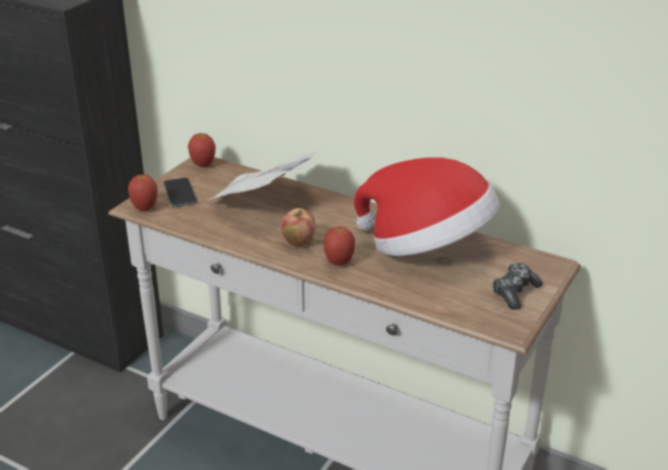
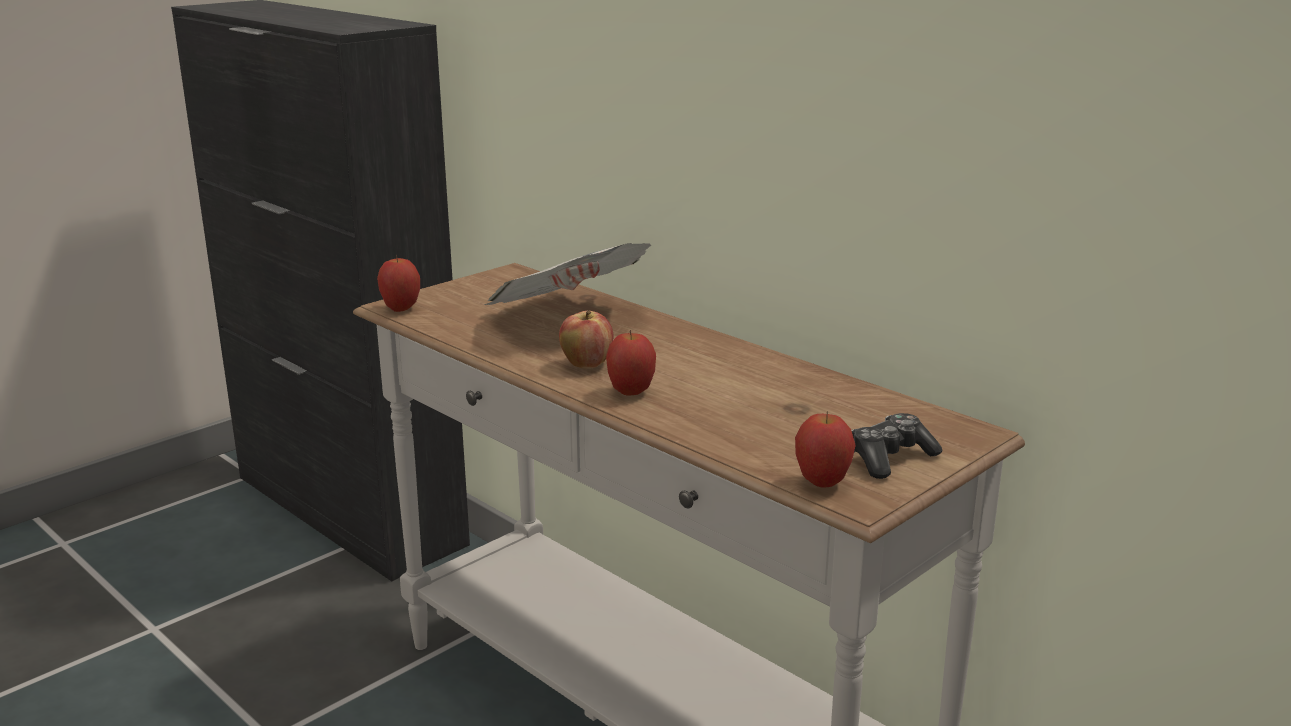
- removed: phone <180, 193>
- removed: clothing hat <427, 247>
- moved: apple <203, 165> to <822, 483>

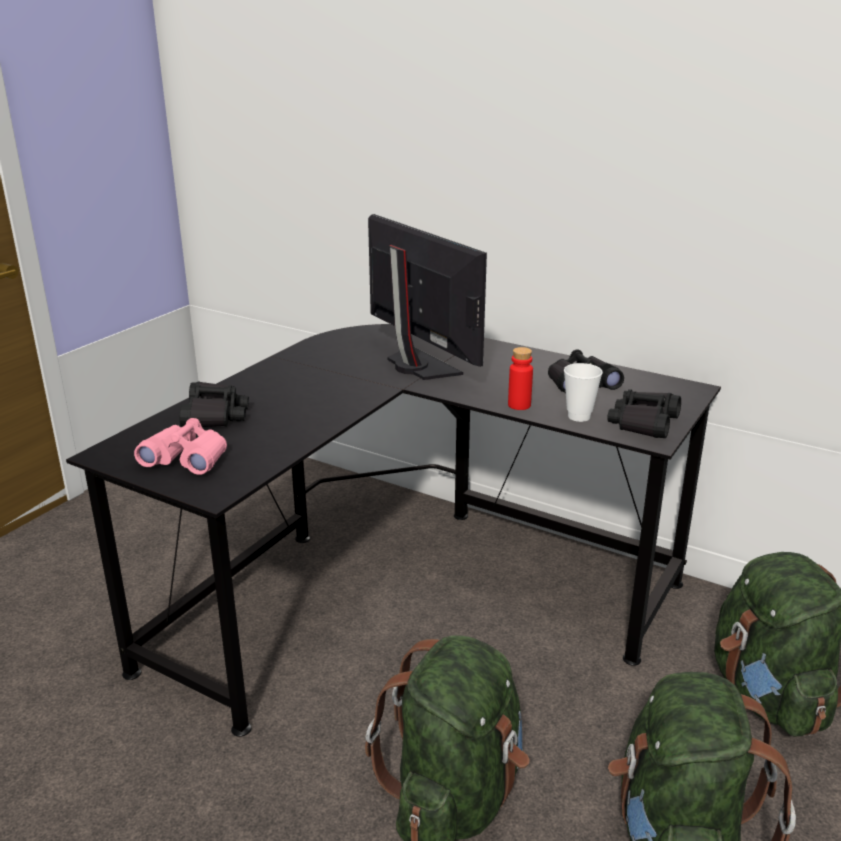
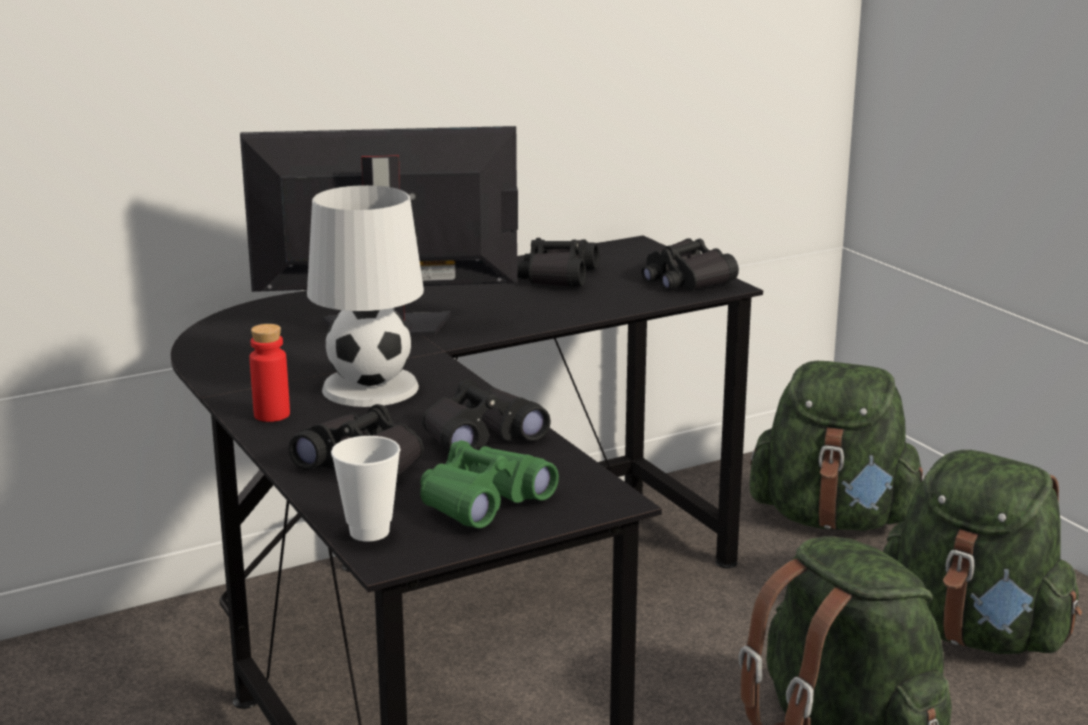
- added: white table lamp <369, 388>
- added: blackish field glasses <480, 436>
- moved: reddish beverage bottle <519, 405> to <272, 415>
- moved: cup <579, 416> to <369, 532>
- recoloured: pink field glasses <187, 458> to green-coloured field glasses <482, 501>

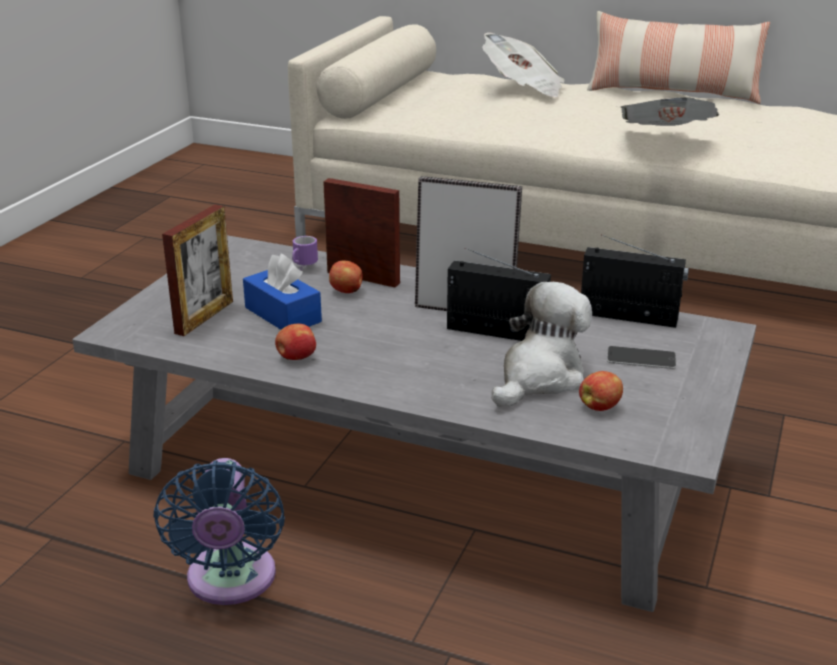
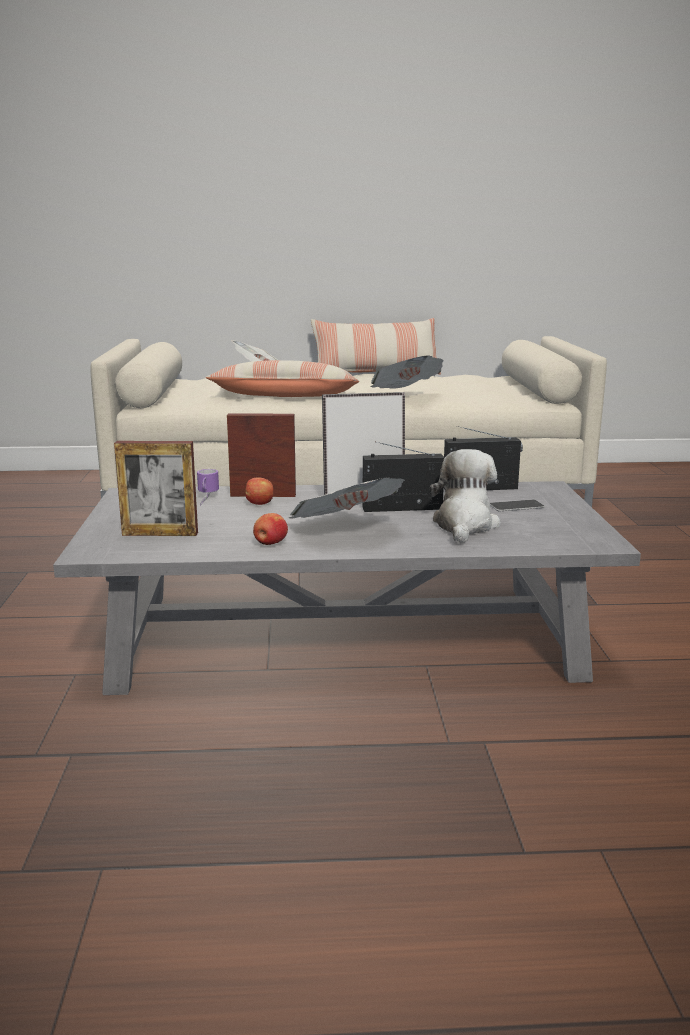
- removed: bluish cooling fan <230, 582>
- removed: bluish tissue holder <283, 315>
- removed: apple <600, 407>
- added: pillow <285, 397>
- added: printed paper <345, 530>
- turned: photo frame <204, 317> = <160, 534> 90 degrees clockwise

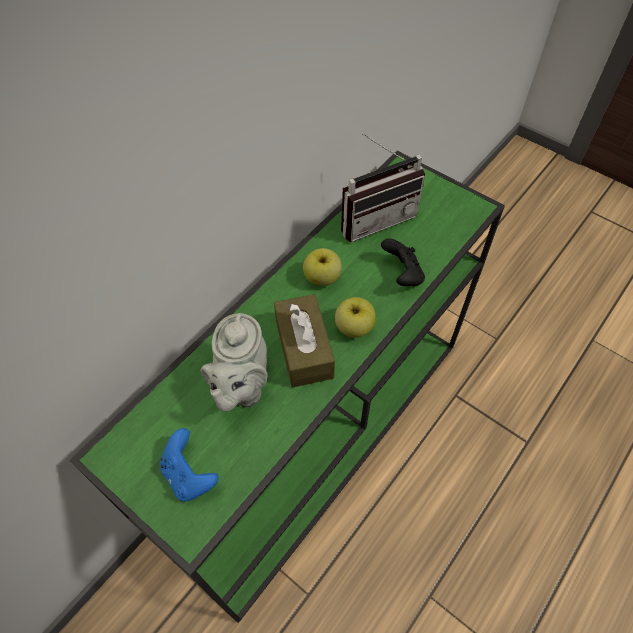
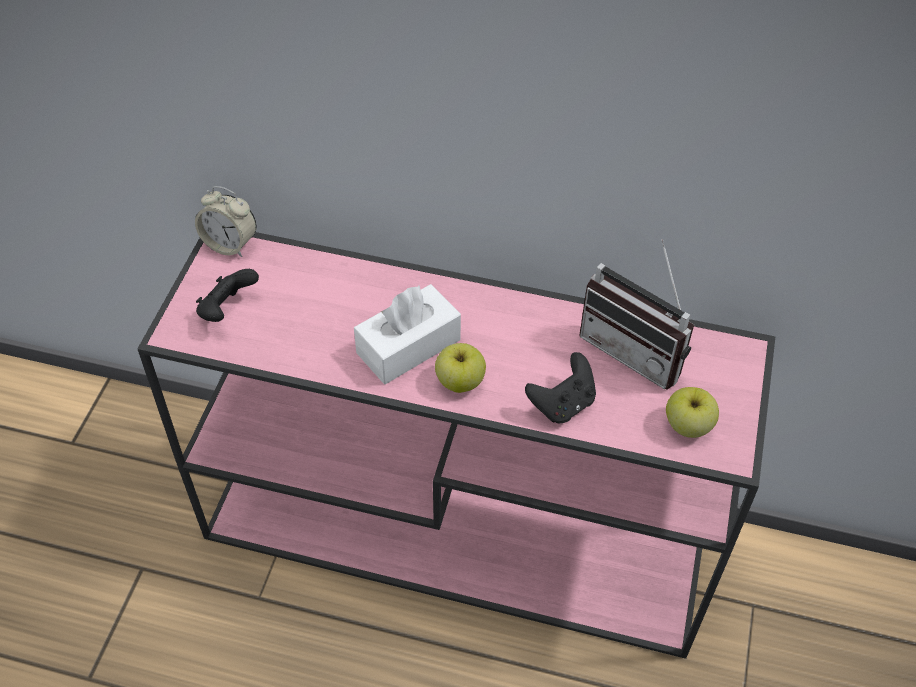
- removed: greyish pot for tea <241, 386>
- added: bedside clock <230, 244>
- moved: apple <322, 278> to <687, 426>
- recoloured: green-coloured narrow table <319, 433> to pink narrow table <461, 532>
- recoloured: bluish joypad <189, 475> to blackish joypad <227, 310>
- recoloured: brown-coloured tissue holder <304, 349> to white tissue holder <408, 346>

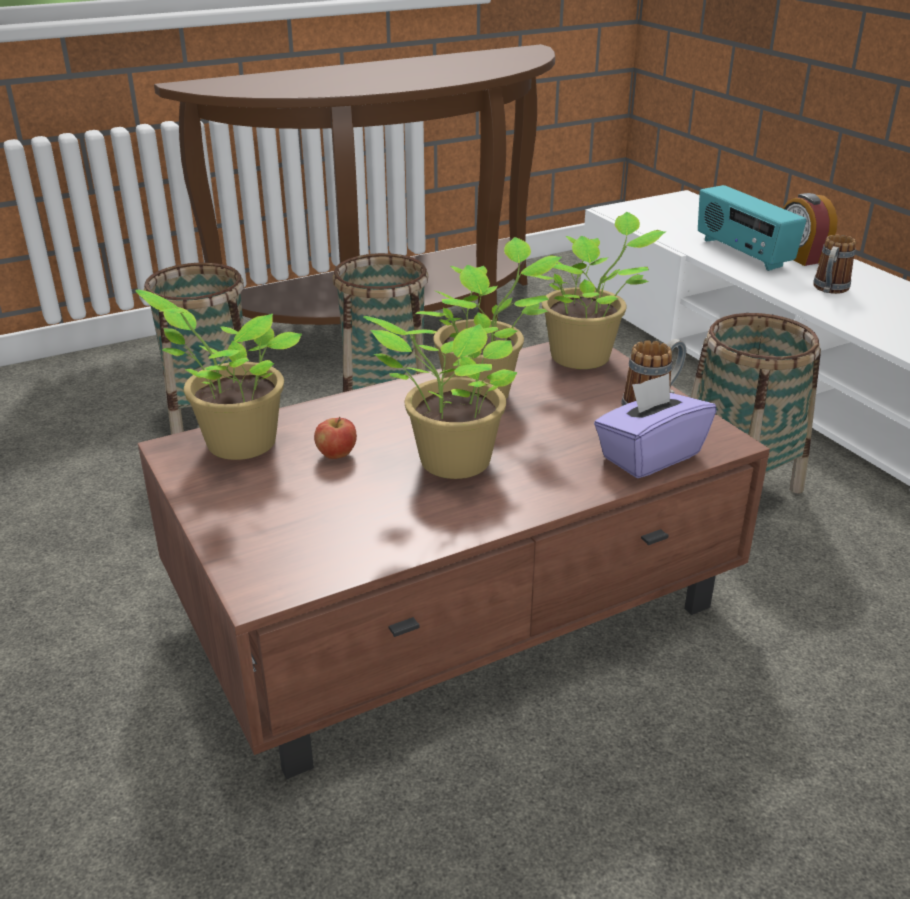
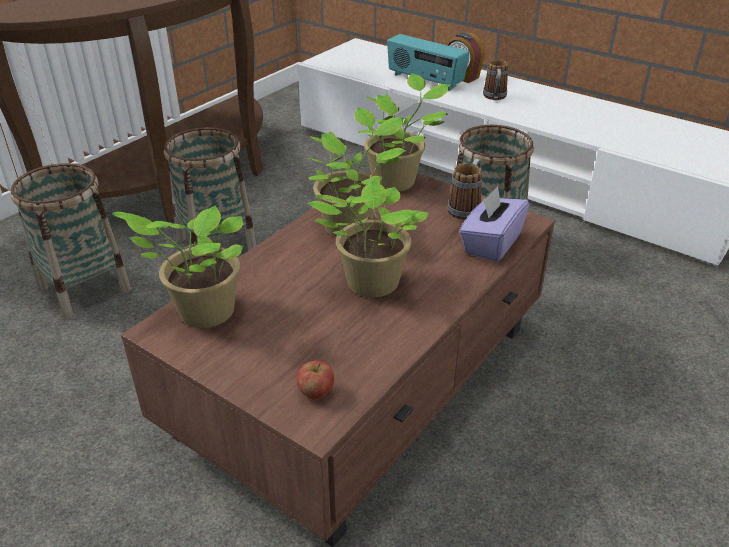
- moved: apple <336, 454> to <316, 392>

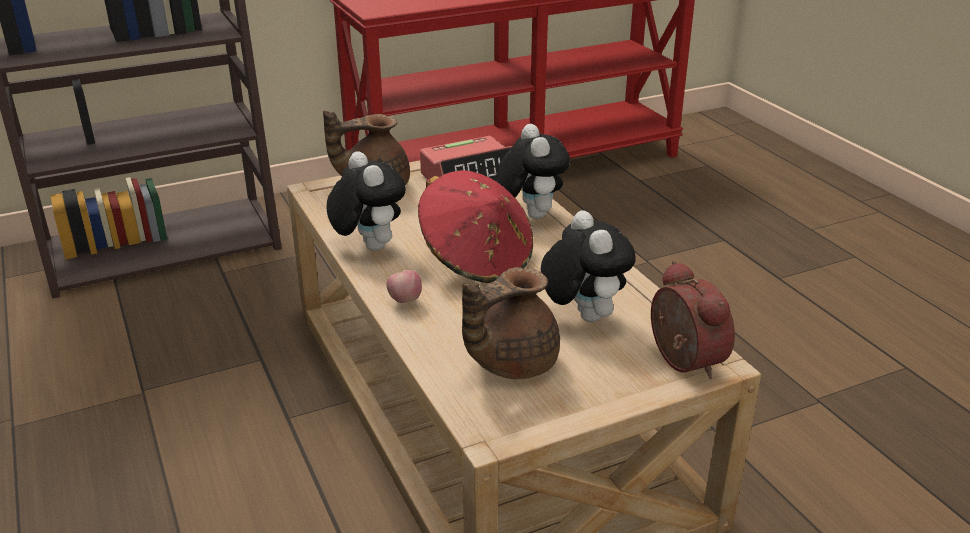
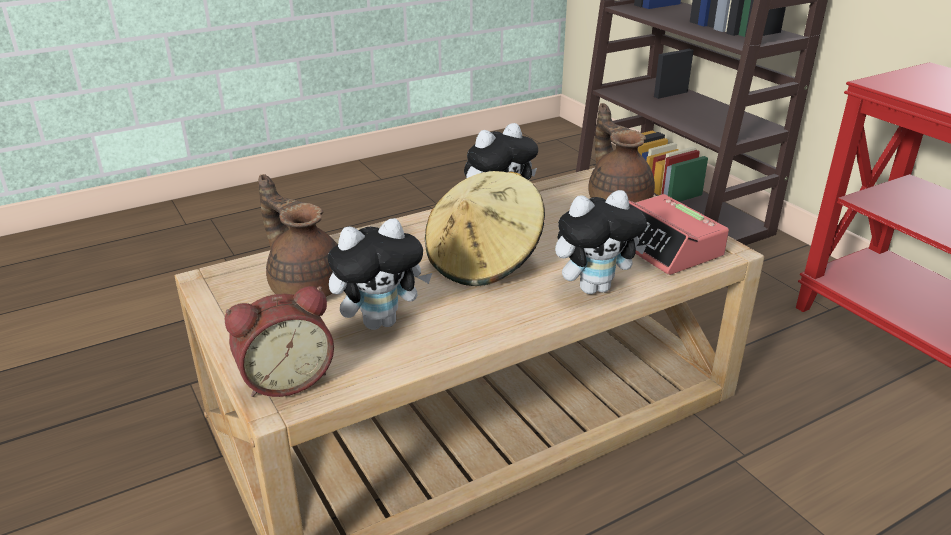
- removed: apple <404, 300>
- recoloured: reddish clothing hat <476, 260> to sand-coloured clothing hat <484, 261>

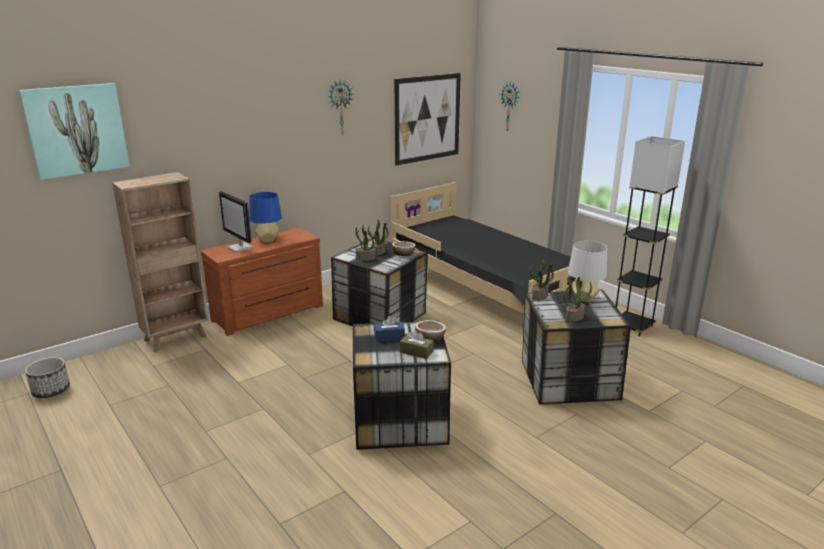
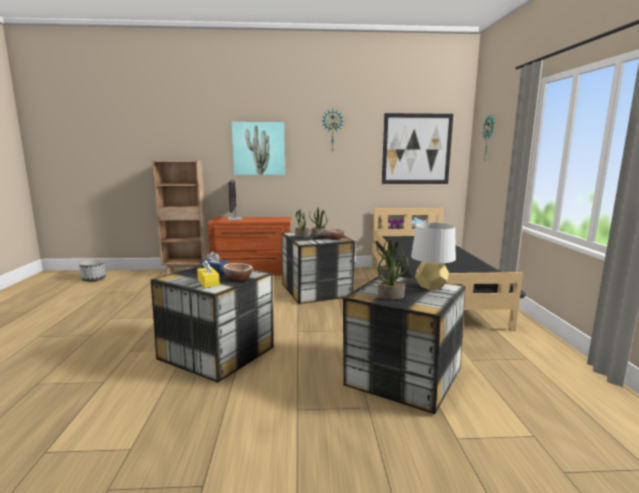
- removed: bluish table lamp <267, 240>
- removed: blackish floor lamp <632, 326>
- moved: picture <77, 130> to <258, 148>
- recoloured: brown-coloured tissue holder <416, 352> to yellowish tissue holder <208, 283>

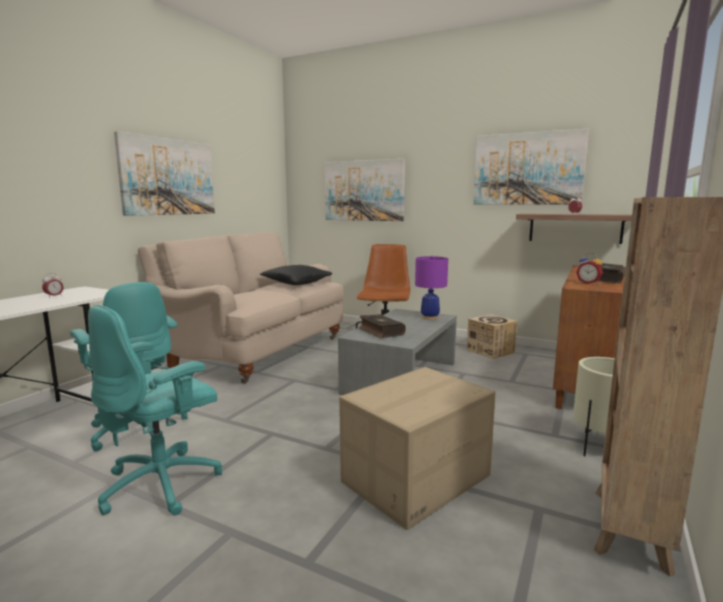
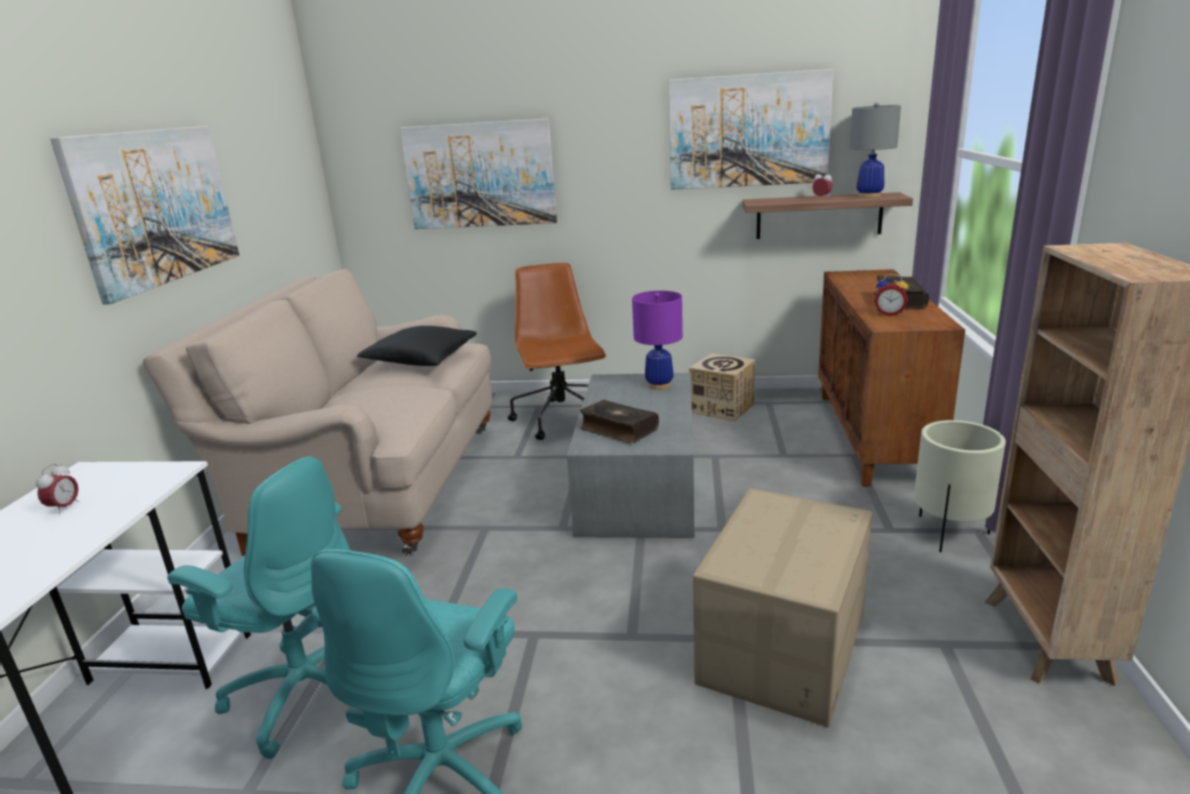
- added: greyish table lamp <869, 196>

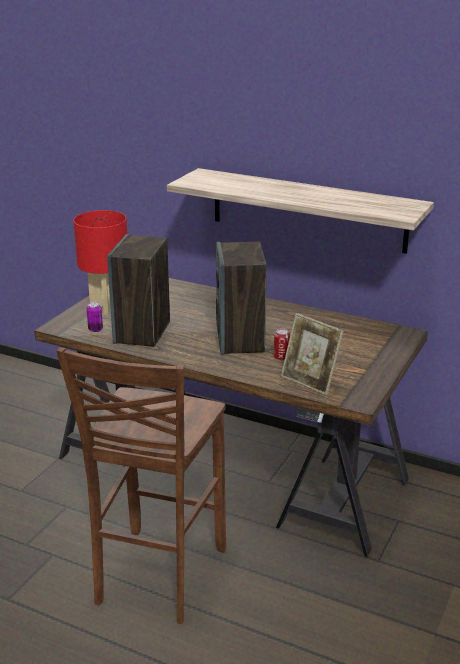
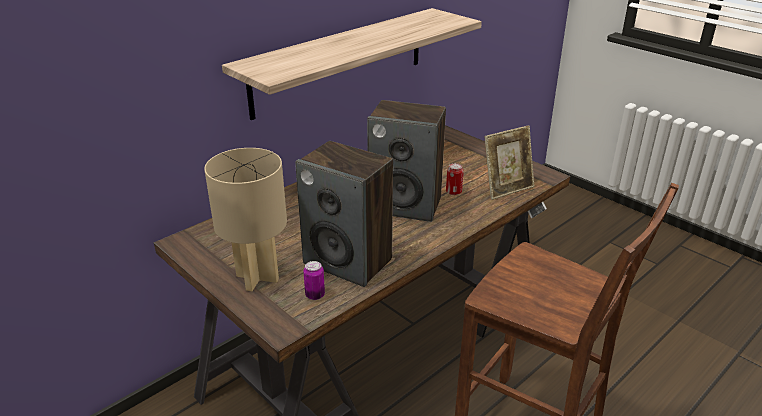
- recoloured: reddish table lamp <105, 308> to sand-coloured table lamp <257, 278>

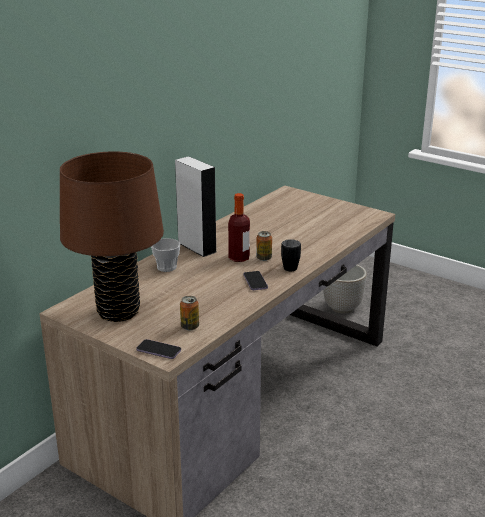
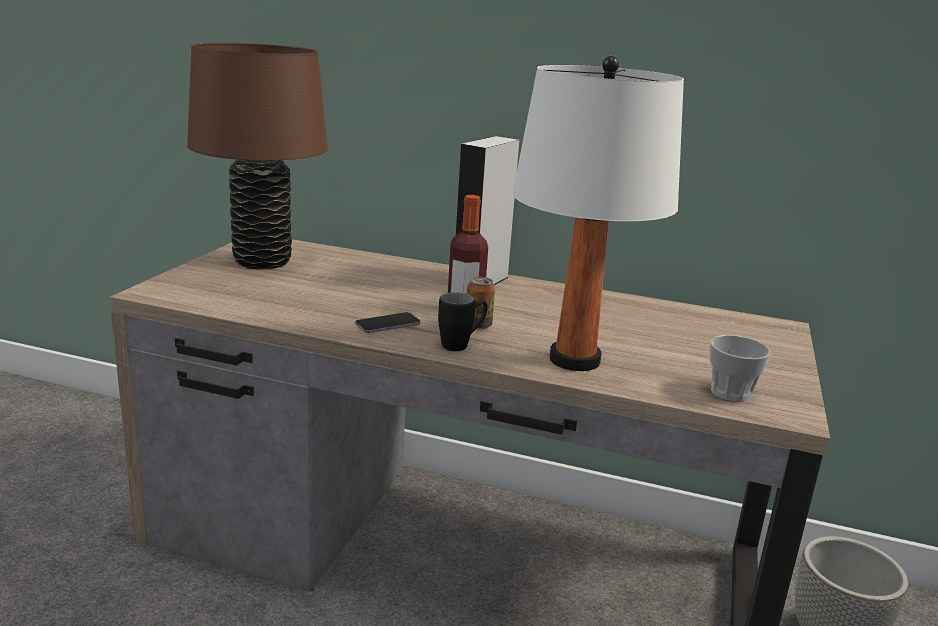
- removed: phone <159, 350>
- removed: metal can <190, 327>
- added: white table lamp <575, 360>
- moved: cup <166, 267> to <730, 393>

